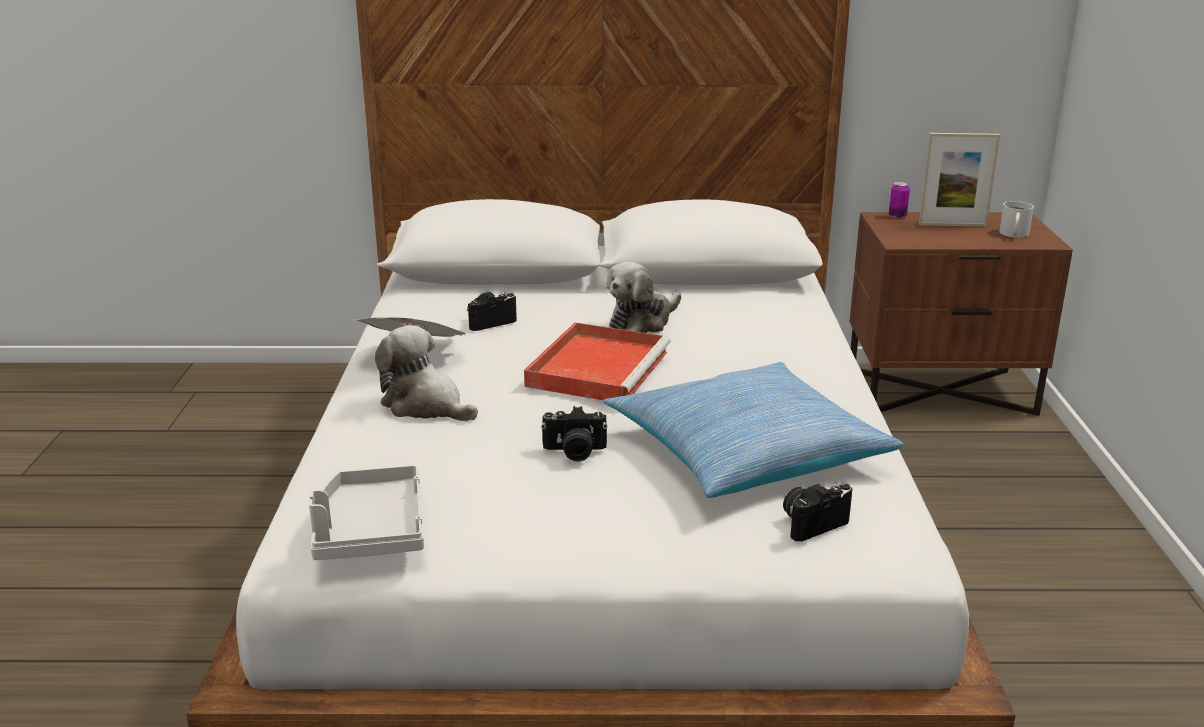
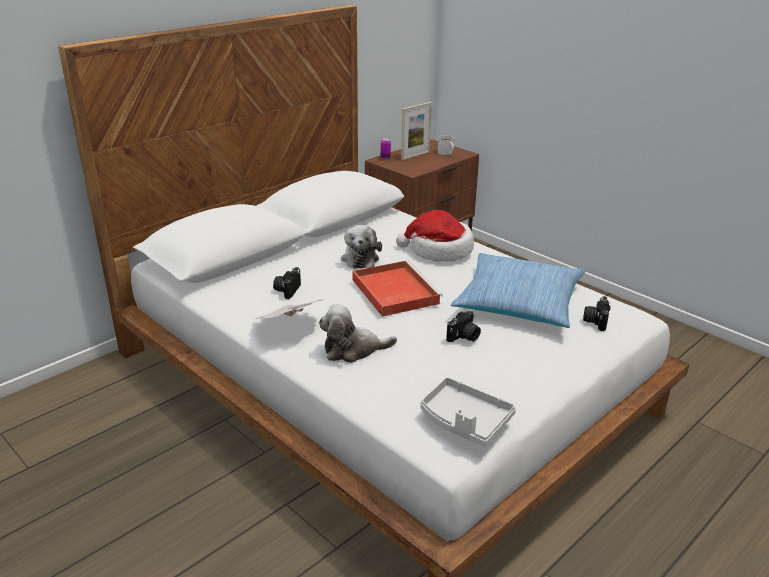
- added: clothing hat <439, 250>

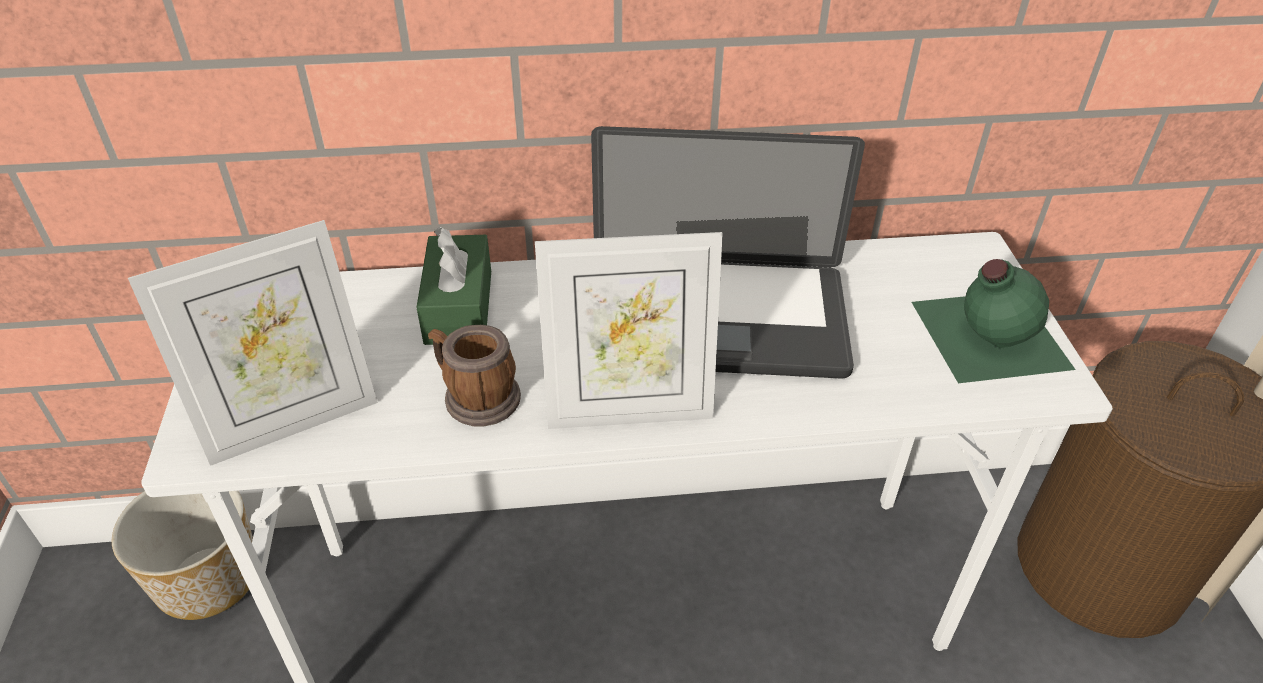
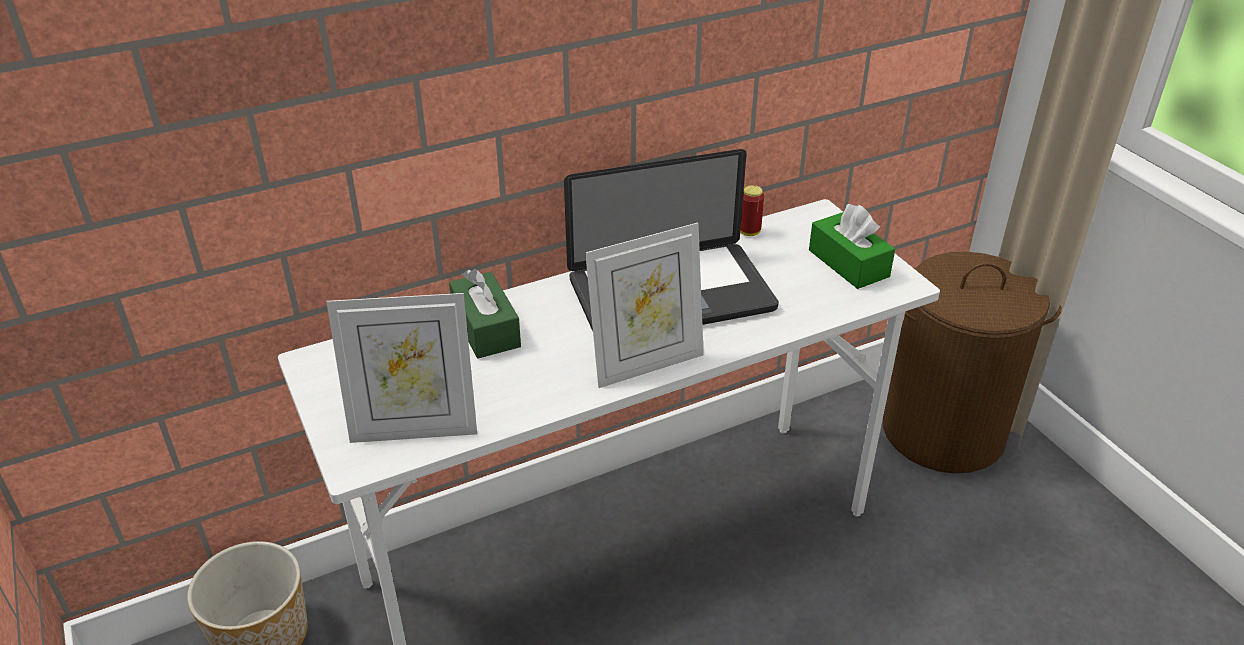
- removed: tea mug <475, 396>
- added: metal can <749, 232>
- replaced: green-coloured beverage bottle <987, 333> to green-coloured tissue holder <848, 263>
- turned: photo frame <291, 421> = <414, 429> 45 degrees clockwise

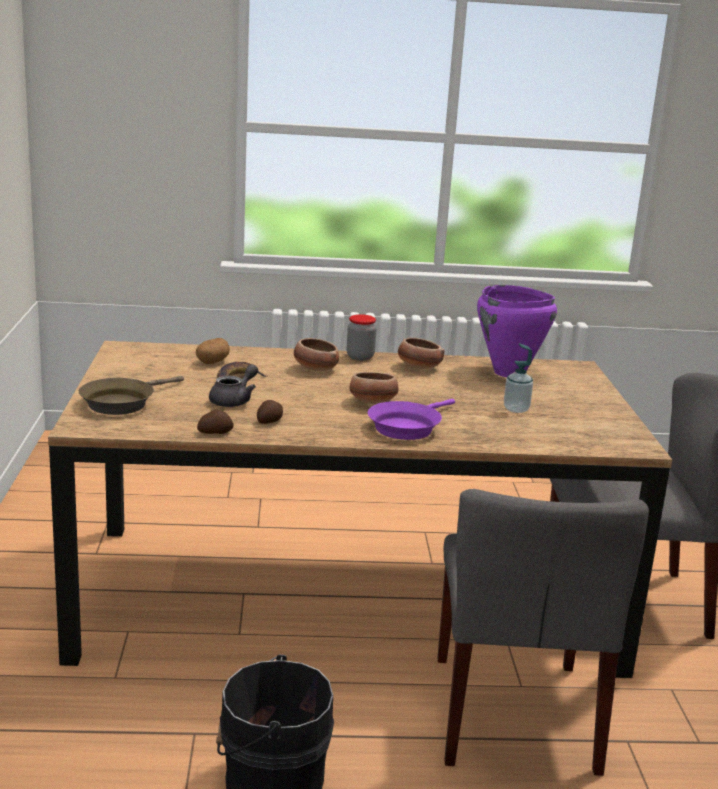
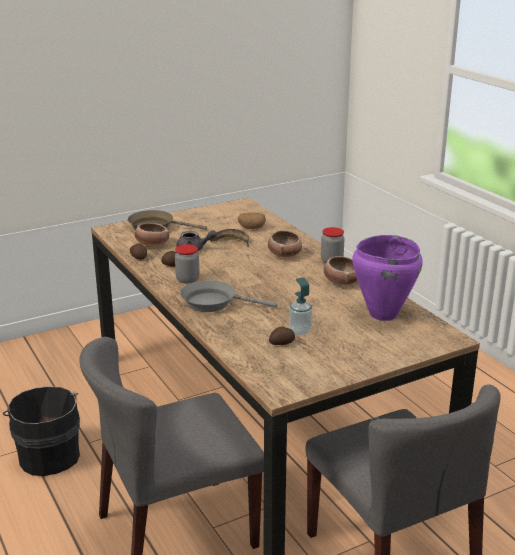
- added: preserve jar <187, 279>
- added: potato <282, 343>
- moved: deep dish <372, 402> to <151, 245>
- recoloured: purple pan <407, 427> to greyish pan <213, 303>

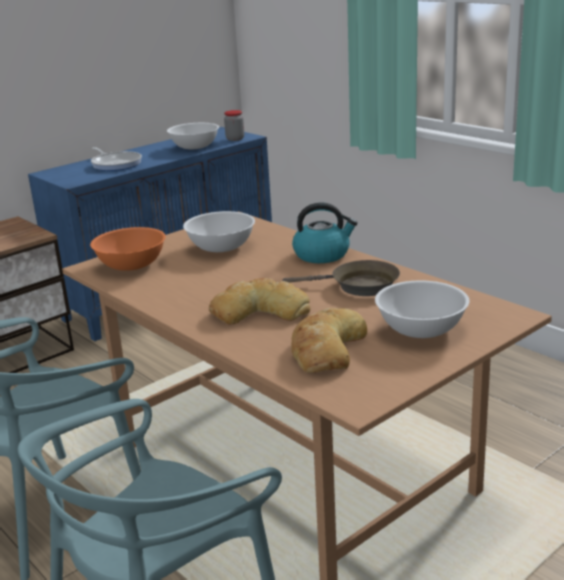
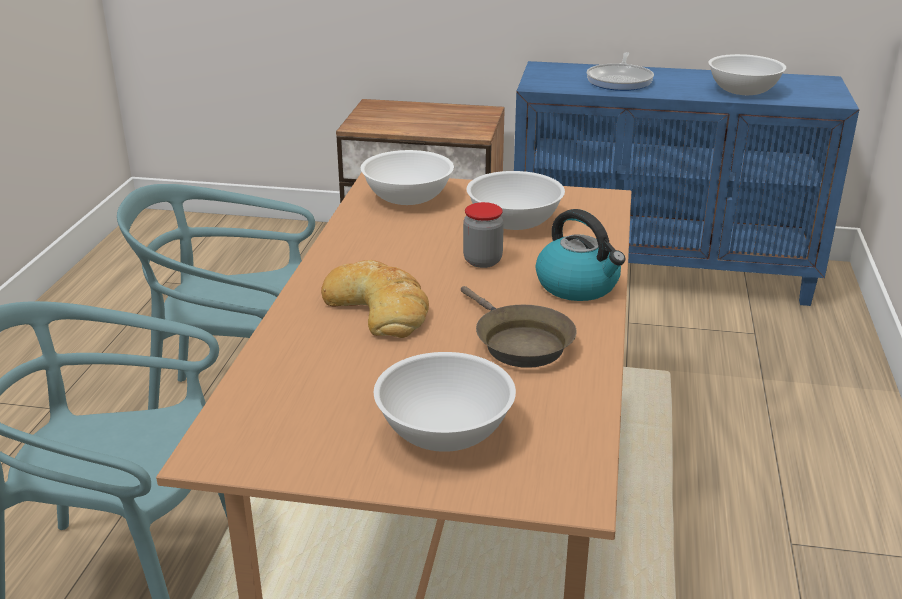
- removed: baked bread <326, 349>
- moved: preserve jar <235, 139> to <482, 261>
- recoloured: orangey deep dish <132, 265> to white deep dish <407, 198>

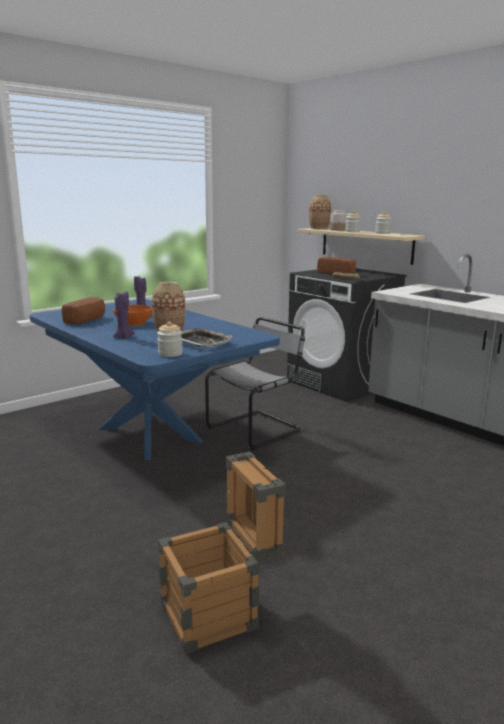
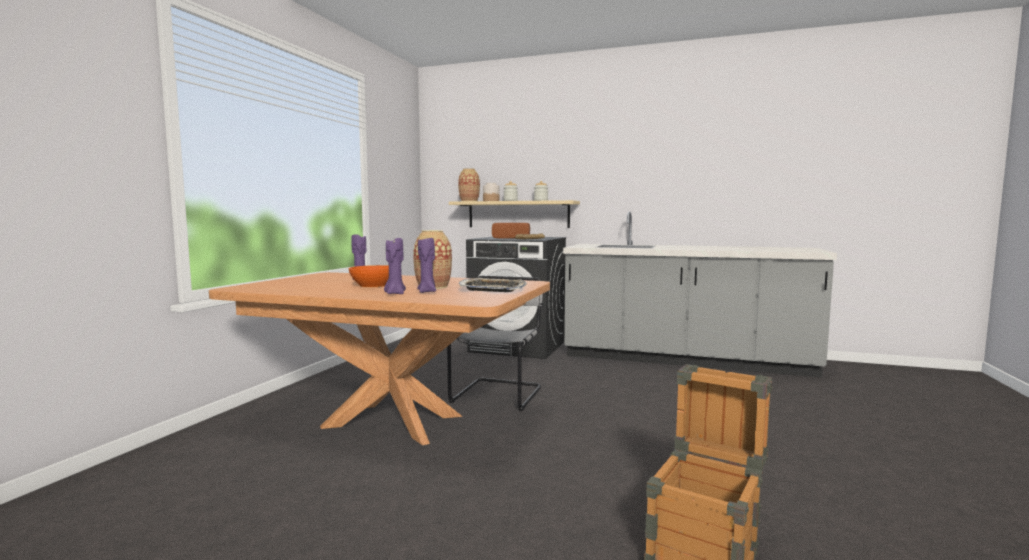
- removed: baked bread <87, 320>
- removed: preserve jar <170, 354>
- added: purple candle <427, 291>
- recoloured: bluish dining table <150, 434> to brown-coloured dining table <392, 421>

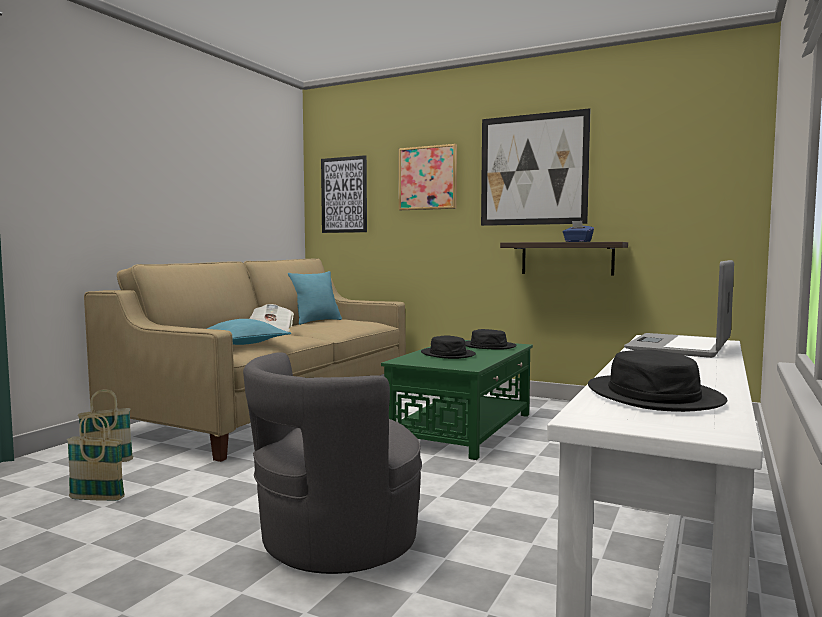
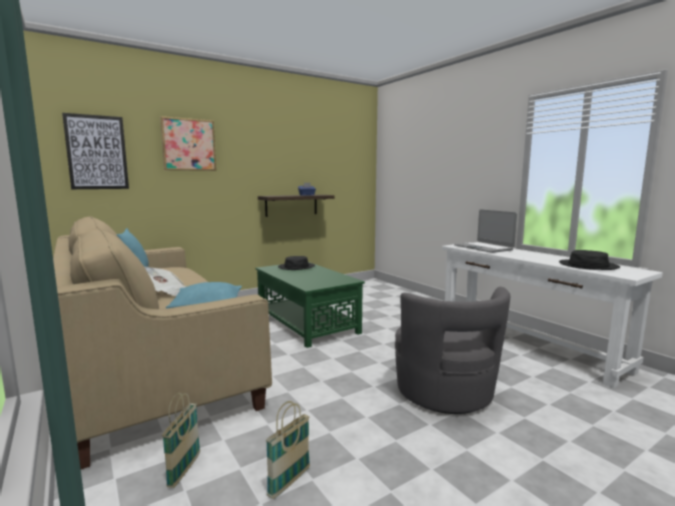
- removed: blackish clothing hat <448, 354>
- removed: picture <533, 170>

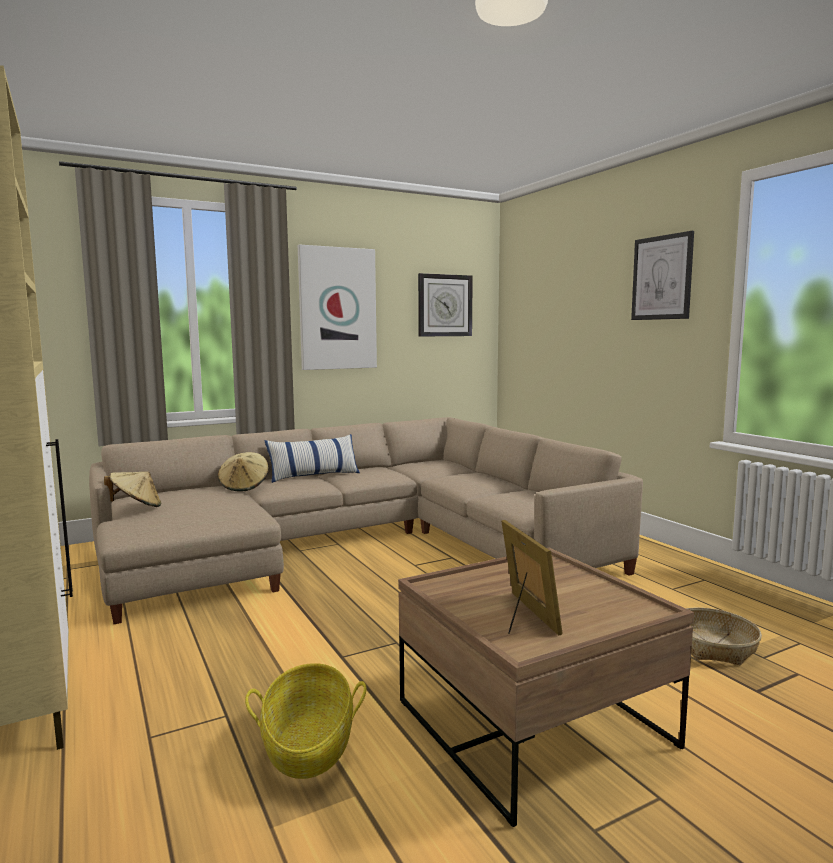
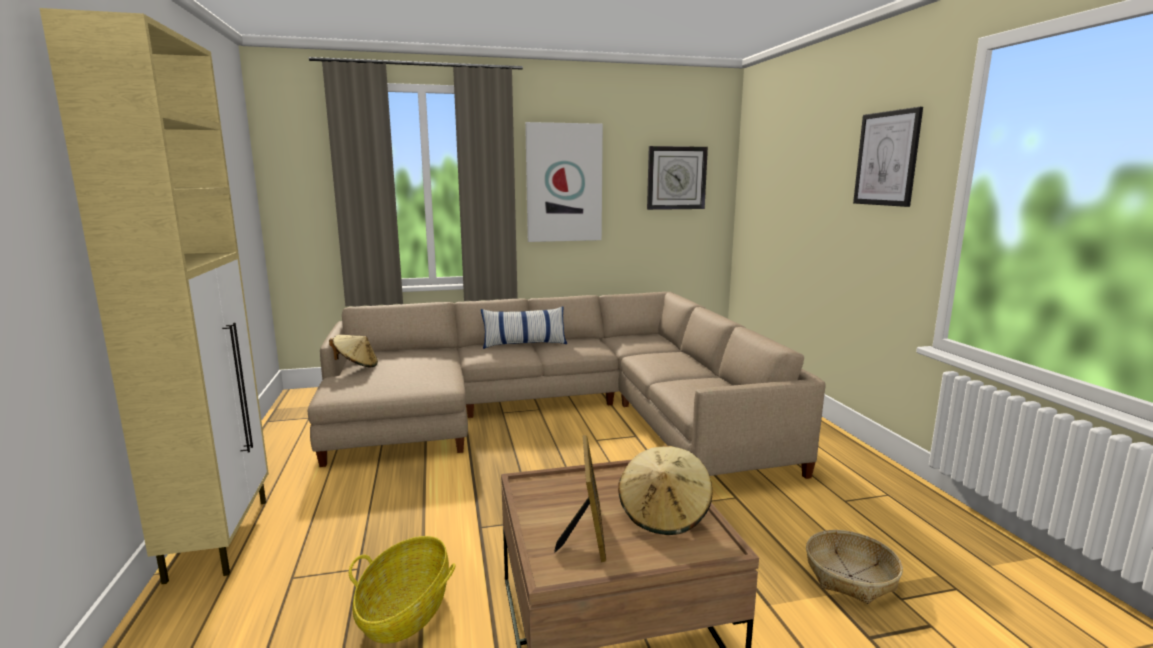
- moved: sand-coloured clothing hat <244, 486> to <664, 514>

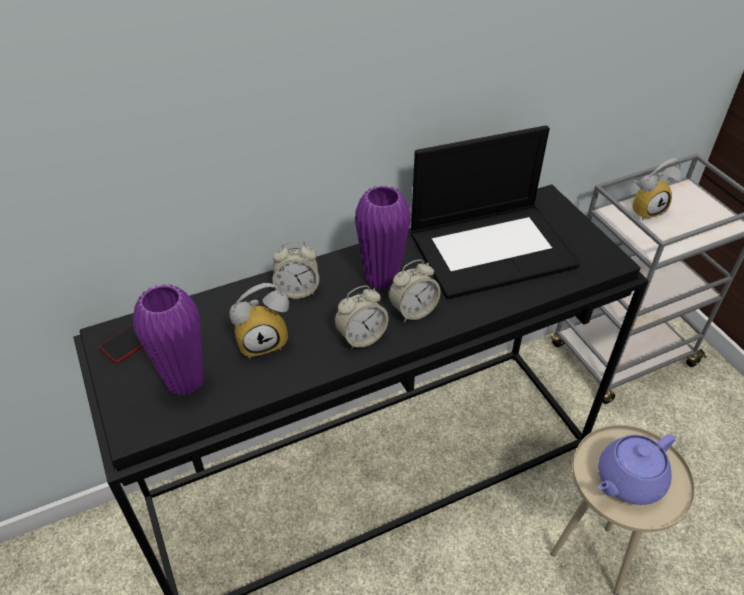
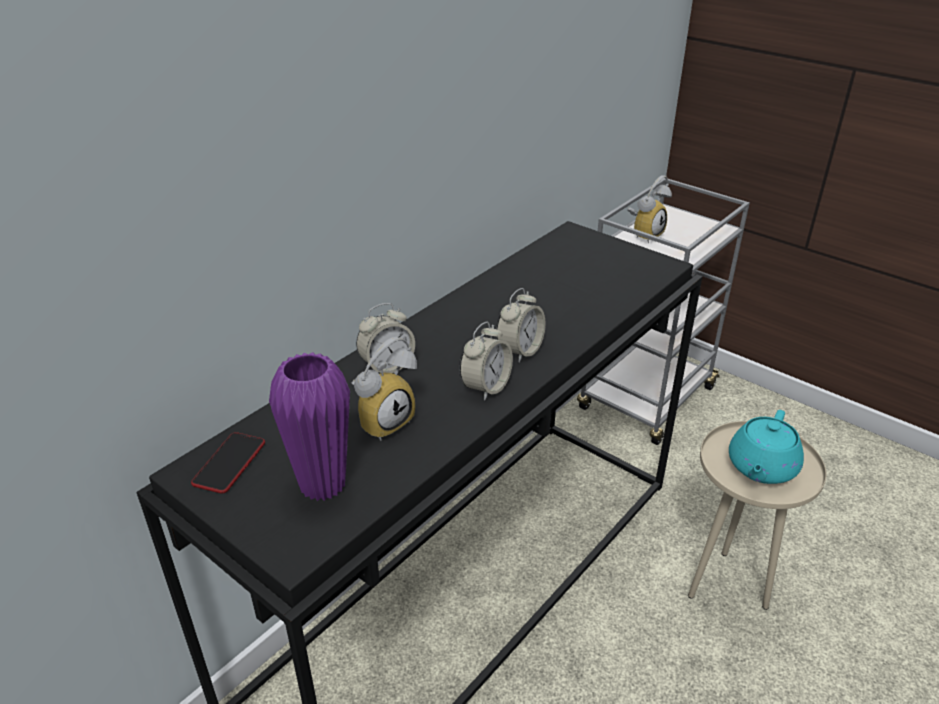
- removed: purple flower vase <381, 279>
- removed: laptop <492, 248>
- recoloured: purple pot for tea <628, 480> to turquoise-coloured pot for tea <761, 468>

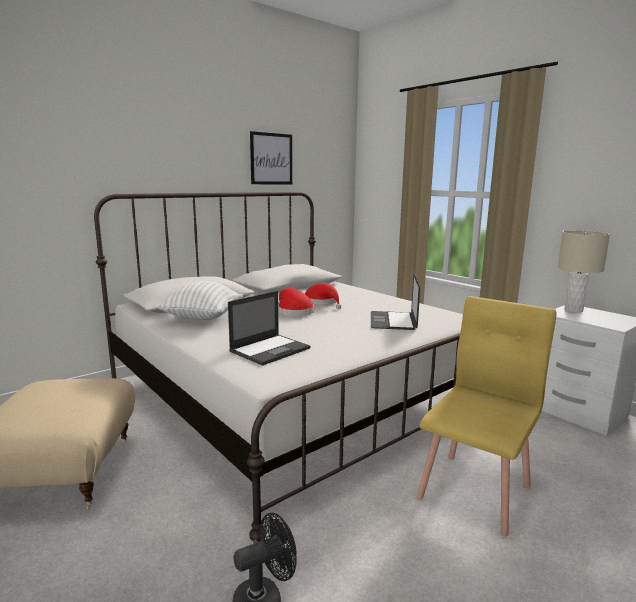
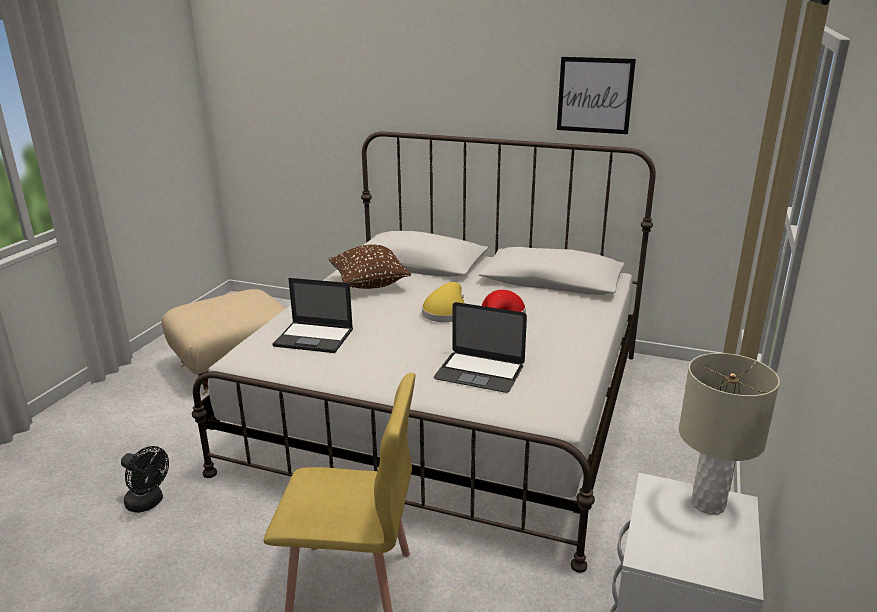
- recoloured: white pillow <202, 318> to brown-coloured pillow <369, 284>
- recoloured: reddish clothing hat <293, 311> to yellowish clothing hat <445, 312>
- turned: laptop <393, 321> = <479, 372> 135 degrees counterclockwise

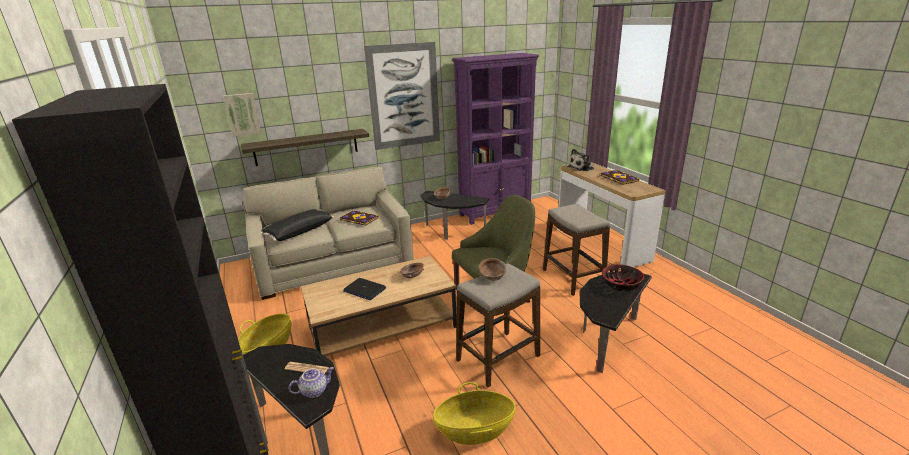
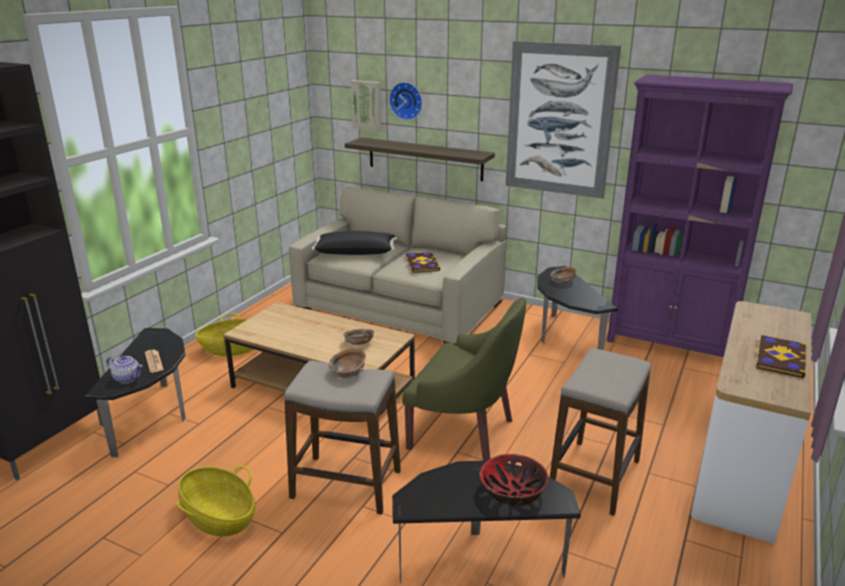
- removed: laptop <364, 290>
- removed: soft toy <582, 168>
- added: wall clock <407, 100>

